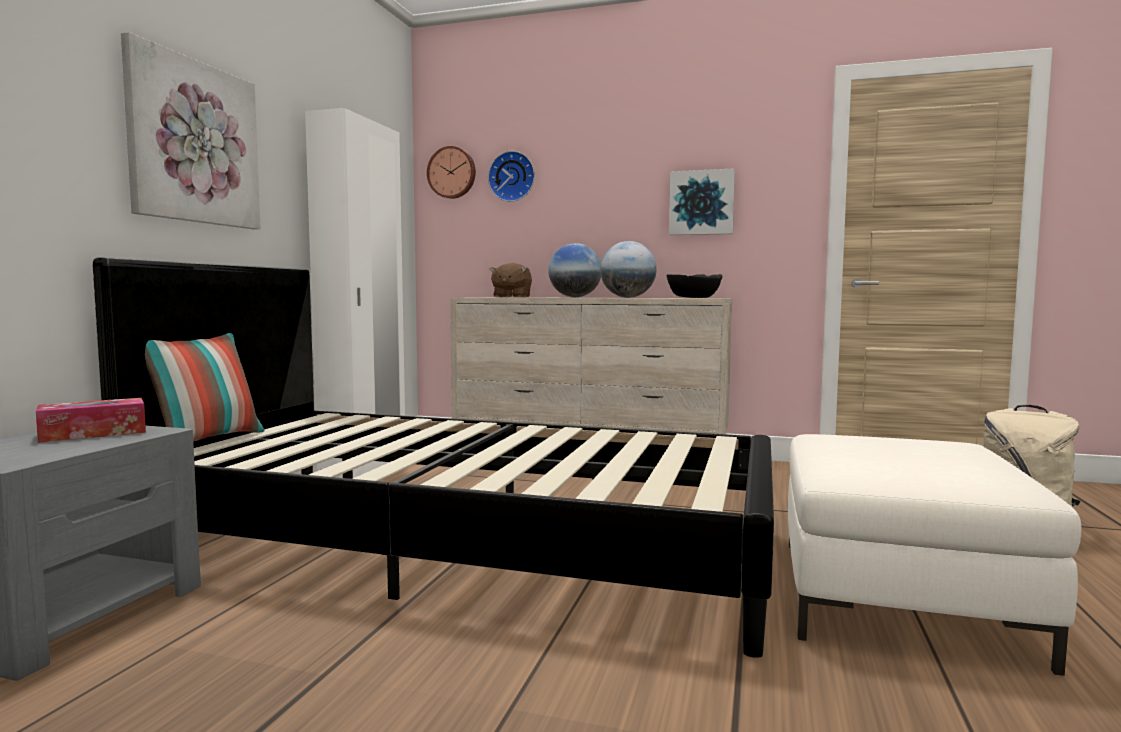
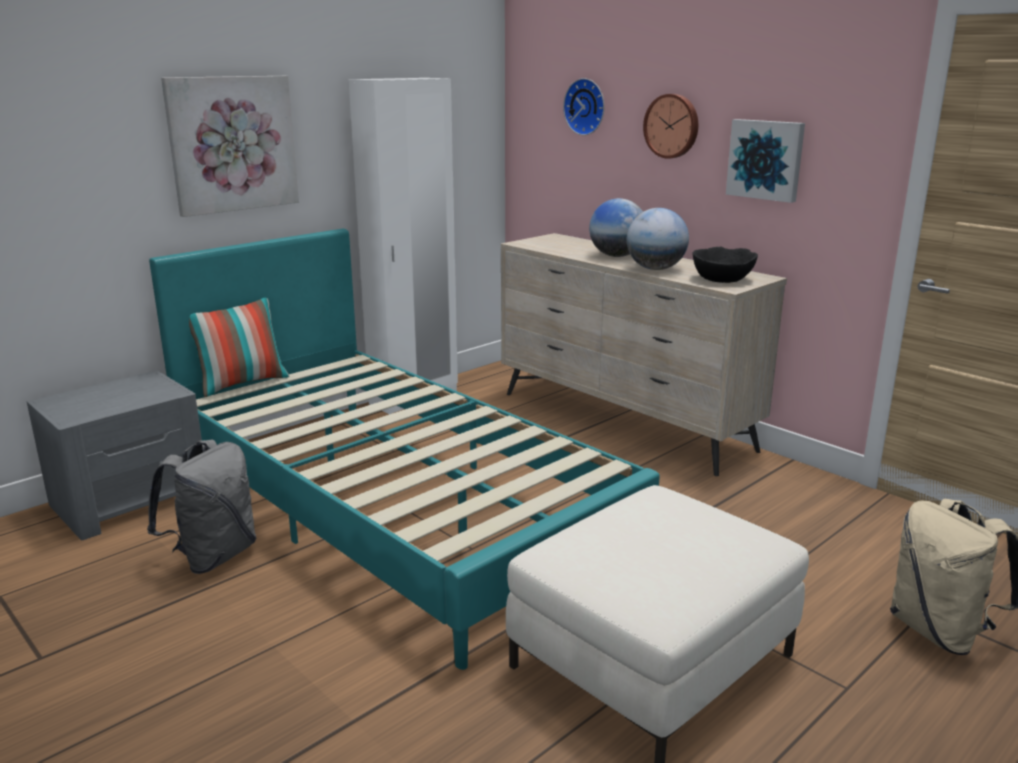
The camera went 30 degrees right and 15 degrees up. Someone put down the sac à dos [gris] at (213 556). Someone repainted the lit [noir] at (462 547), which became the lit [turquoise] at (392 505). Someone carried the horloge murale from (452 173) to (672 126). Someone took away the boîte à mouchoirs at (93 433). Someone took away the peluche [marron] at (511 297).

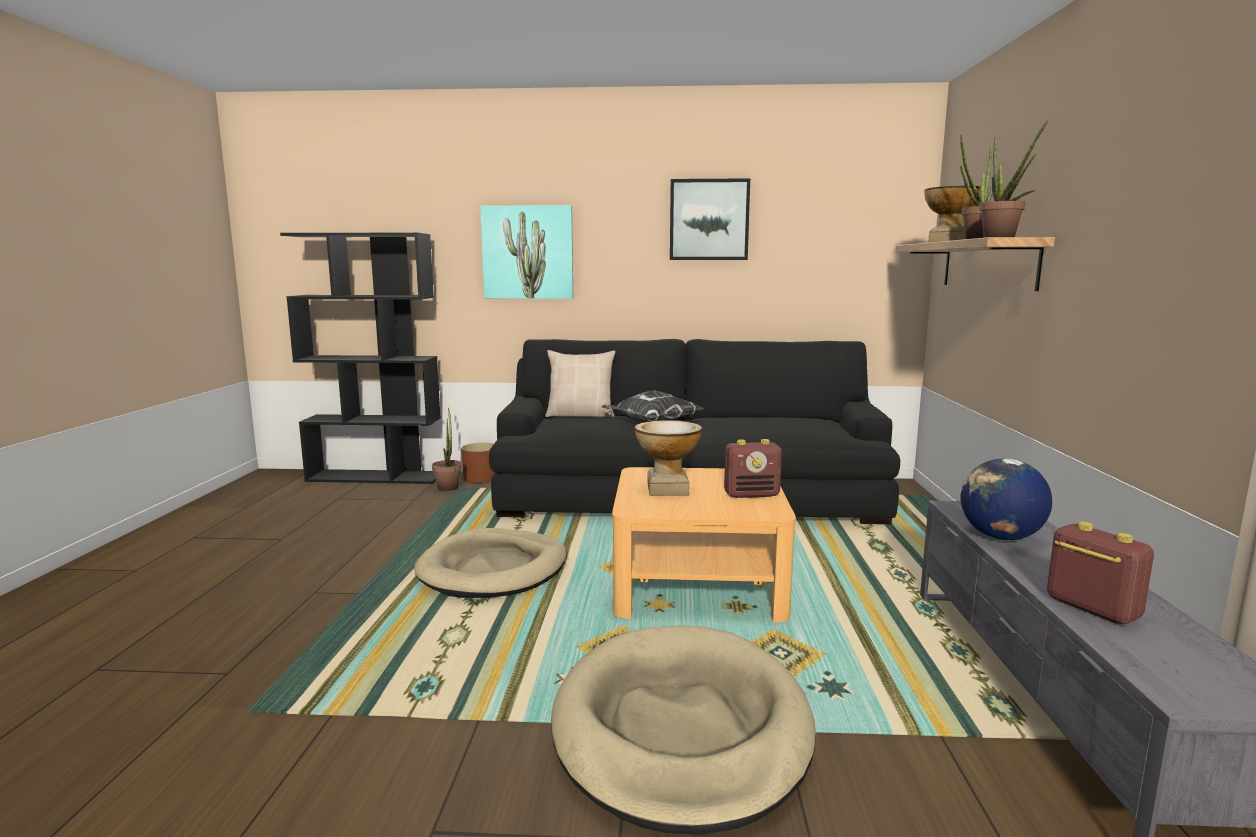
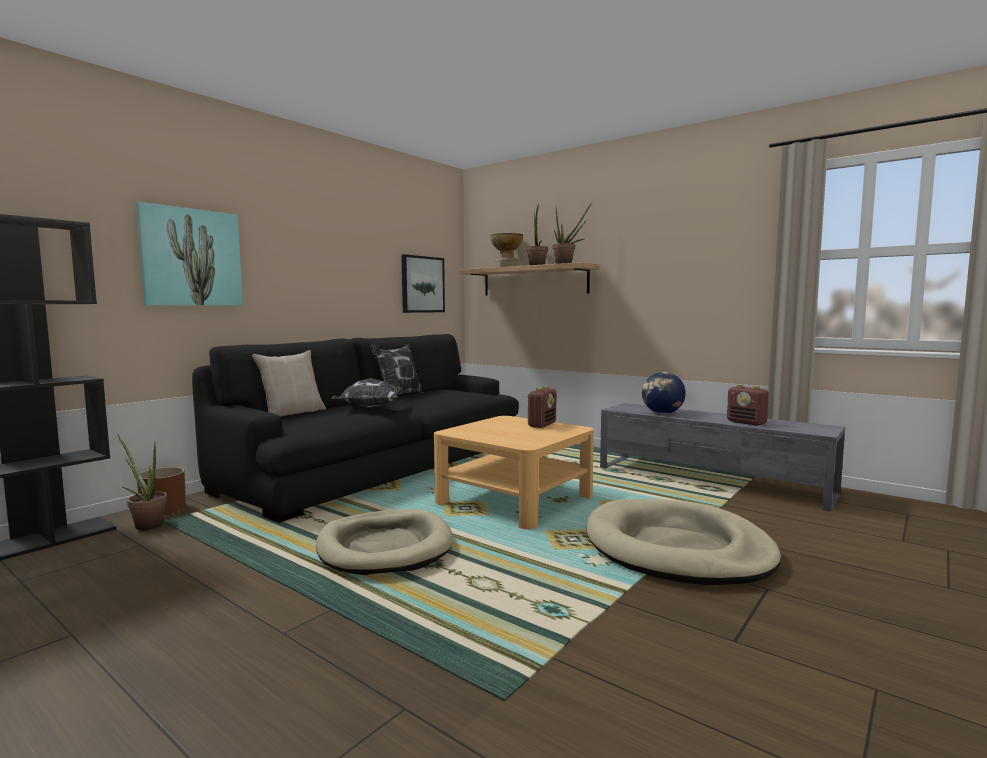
The camera went 55 degrees left and 5 degrees down. Someone put down the coussin at (398 396). Someone carried the tableau from (709 220) to (422 284). Someone rotated the radio at (1091 608) by 135 degrees counterclockwise. Someone took away the vase at (667 489).

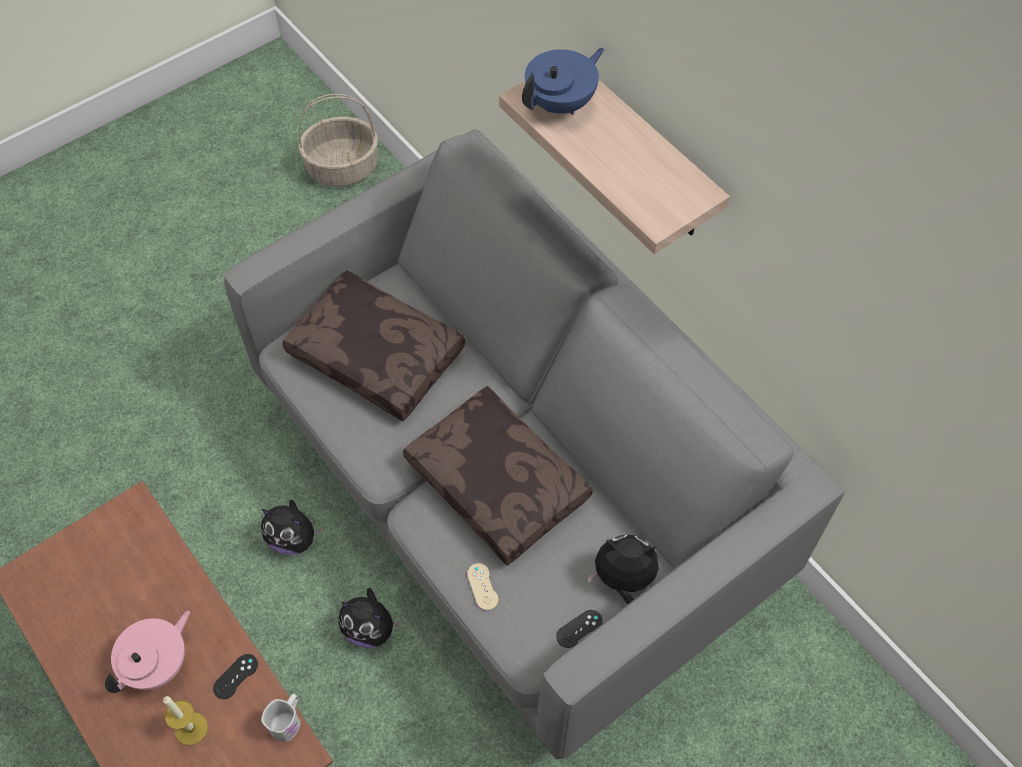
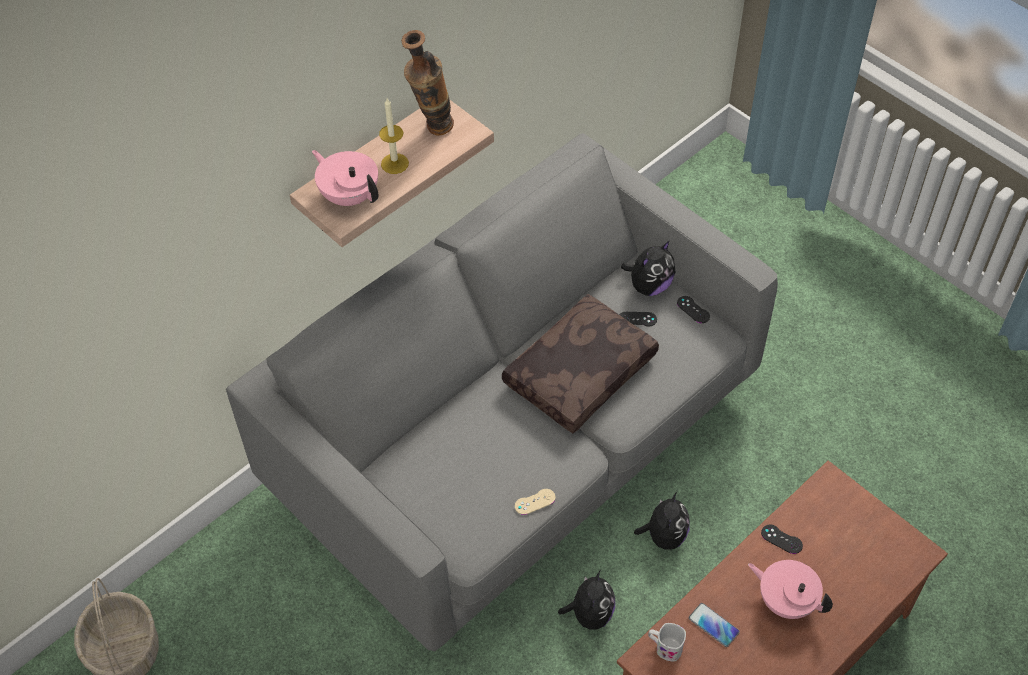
The camera went 95 degrees left and 5 degrees down. Someone repainted the théière [bleu] at (561 103), which became the théière [rose] at (349 195). Someone carried the bougie from (191 728) to (394 163). Someone put down the vase at (432 130). Someone carried the manette [beige] from (482 586) to (535 502). Someone put down the manette [noir] at (637 319). Someone rotated the peluche at (623 580) by 135 degrees counterclockwise. Someone carried the mug [blanc] from (288 721) to (664 647). Someone put down the téléphone at (713 625). Someone took away the coussin [marron] at (378 354).

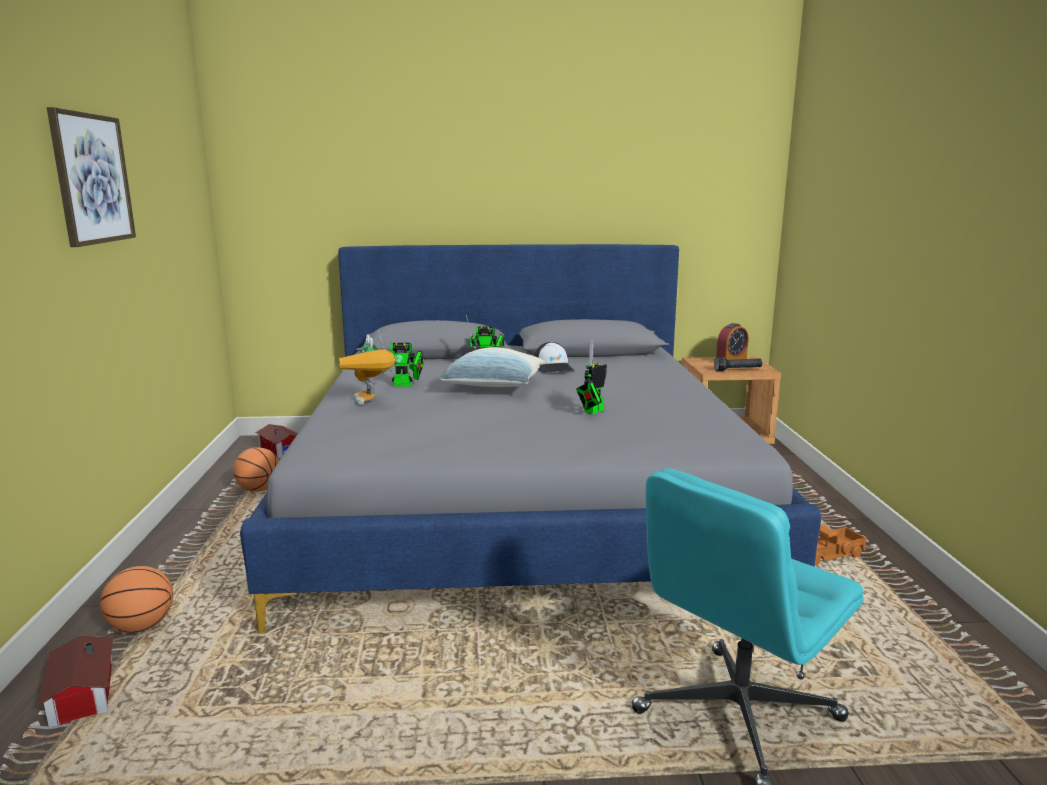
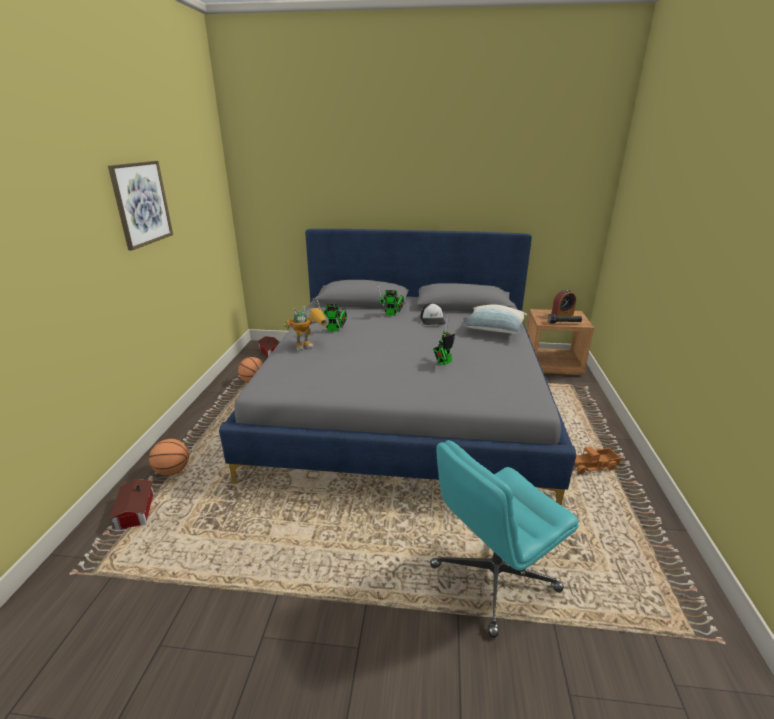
The camera went 10 degrees right and 10 degrees up. Someone rotated the robot jouet at (372 403) by 105 degrees counterclockwise. Someone carried the coussin from (493 387) to (494 329).

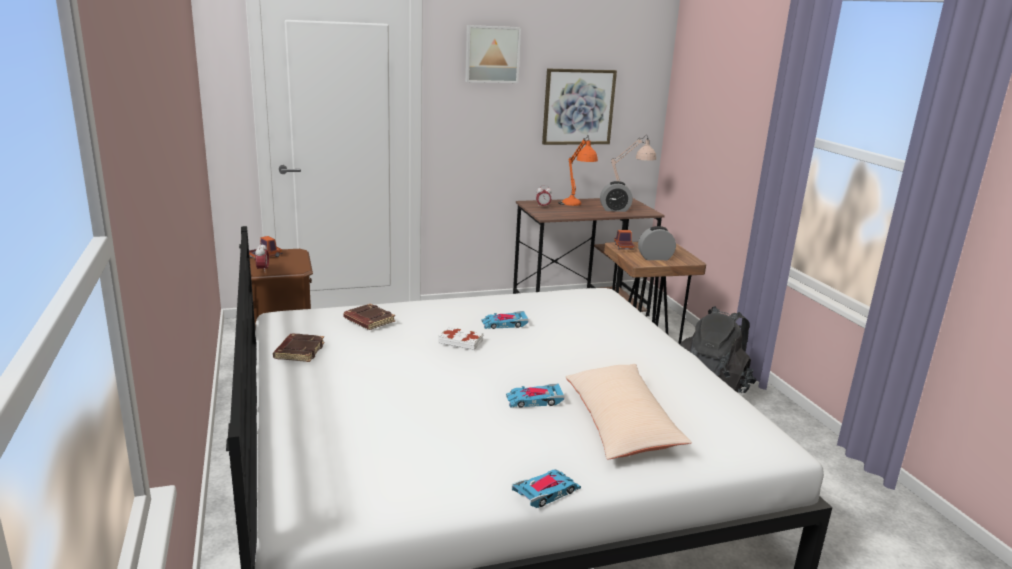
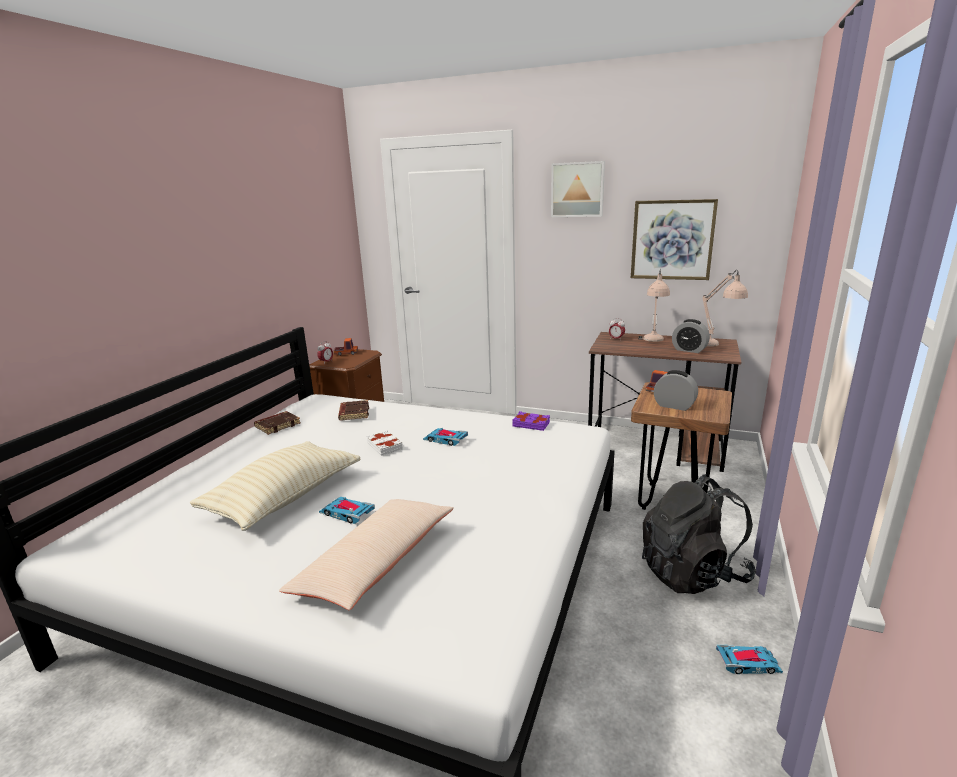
The camera went 40 degrees right and 0 degrees up. Someone put down the coussin [beige] at (284 498). Someone put down the livre [violet] at (531 424). Someone repainted the lampe de table [orange] at (576 205), which became the lampe de table [beige] at (652 342). Someone carried the petite voiture from (546 492) to (748 663).

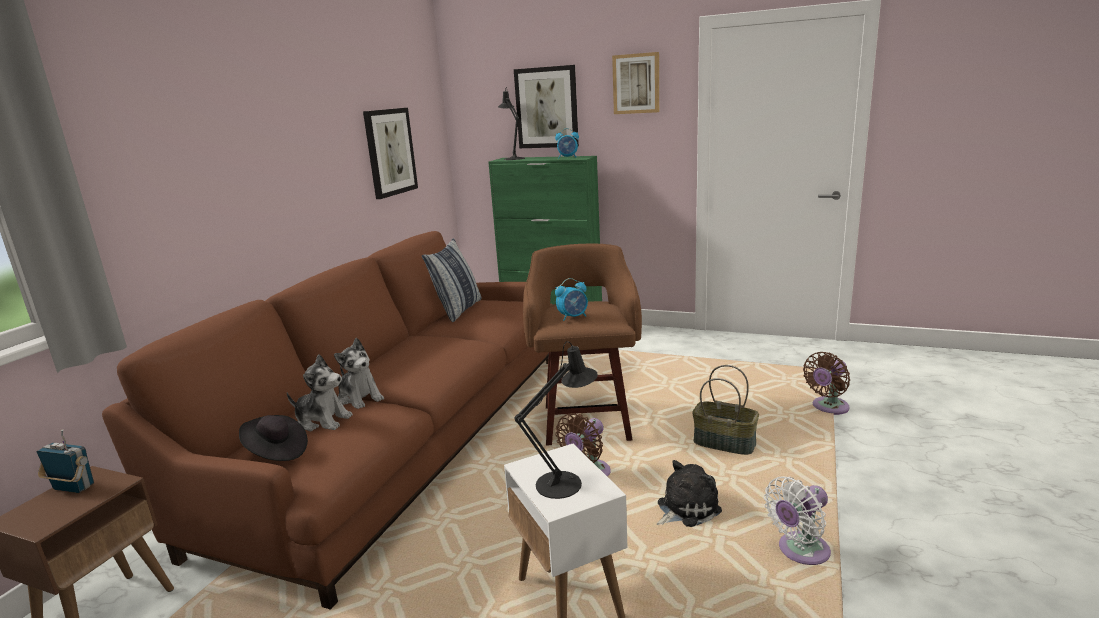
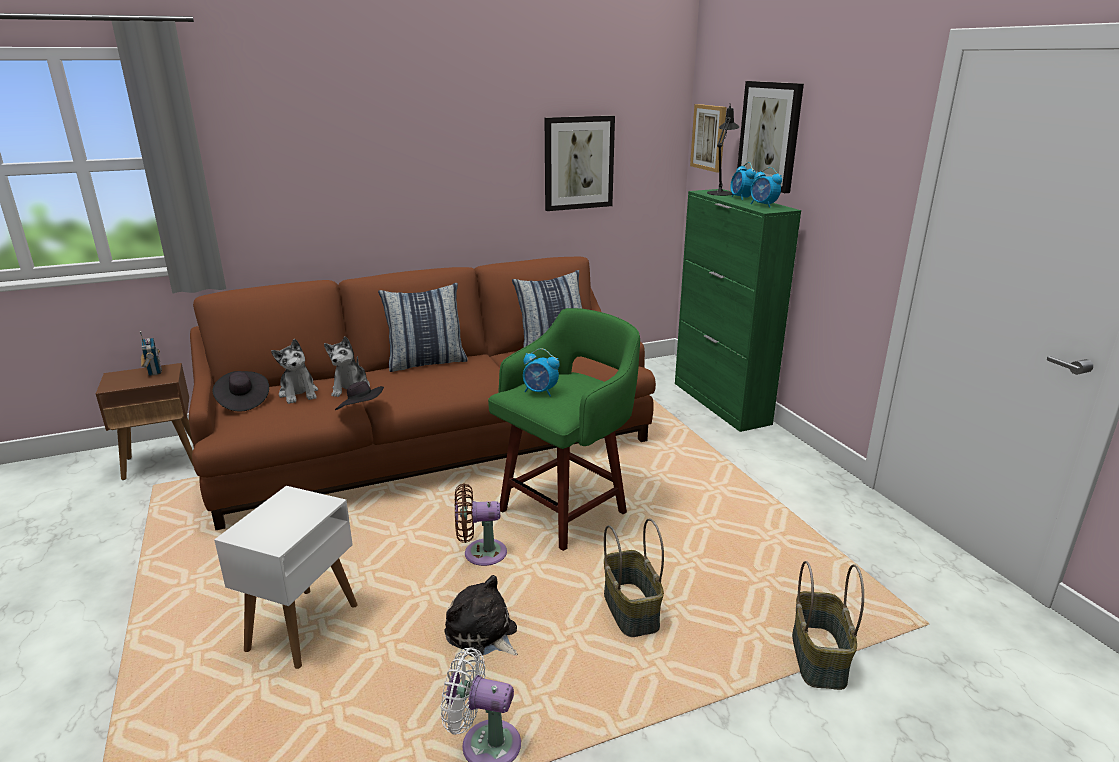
The camera went 45 degrees right and 5 degrees up. Someone put down the chapeau [noir] at (361 410). Someone put down the coussin at (426 362). Someone rotated the peluche at (685 509) by 150 degrees counterclockwise. Someone repainted the tabouret [marron] at (586 421), which became the tabouret [vert] at (566 510). Someone carried the tableau from (636 83) to (709 137). Someone put down the réveil at (741 198). Someone swapped the ventilateur [marron] at (828 407) for the panier at (820 658). Someone took away the lampe de table [noir] at (565 482).

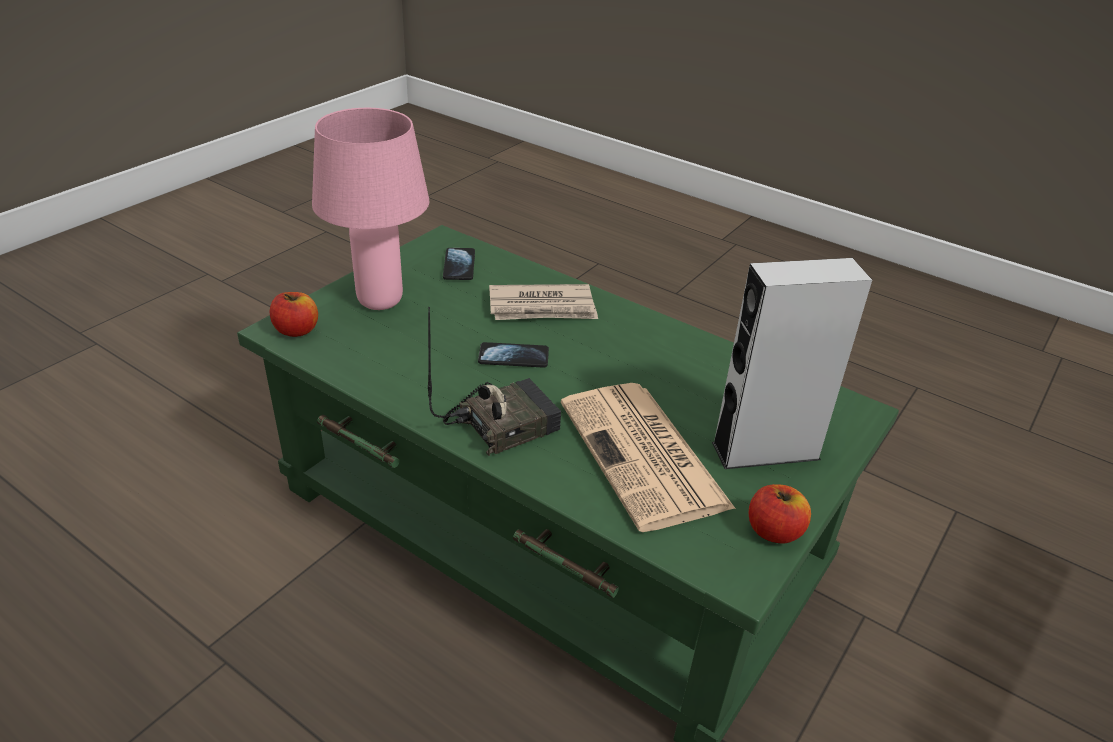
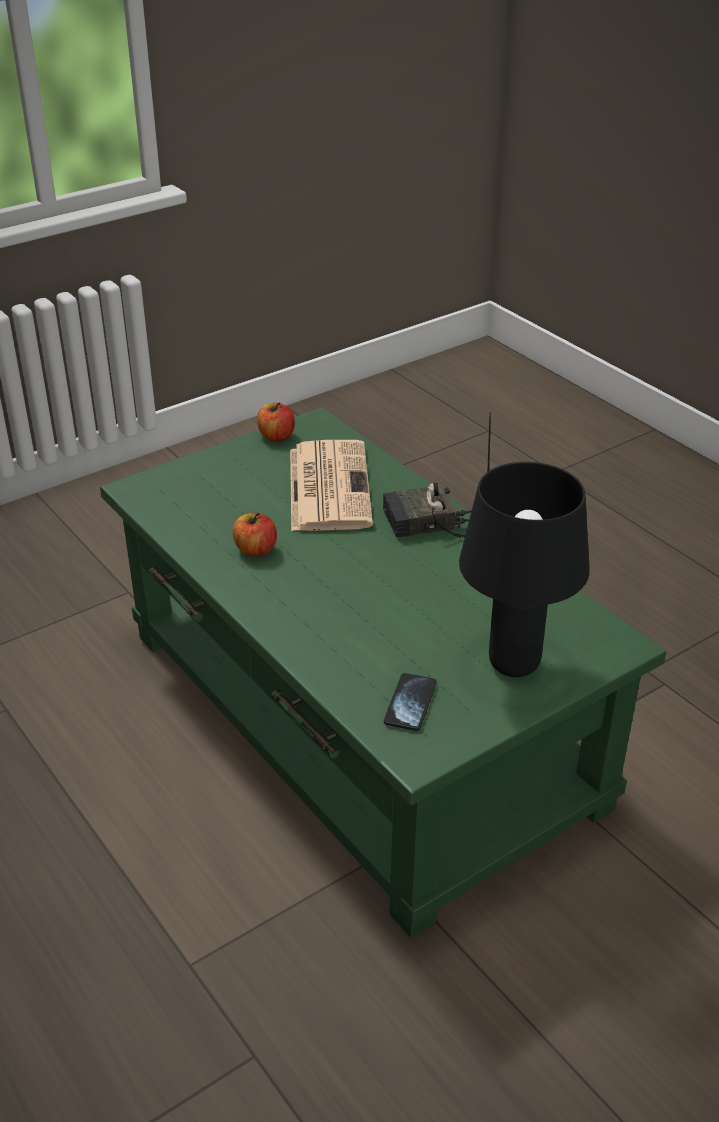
The camera went 160 degrees left and 0 degrees up. Someone carried the pomme from (296 330) to (255 550). Someone repainted the lampe de table [rose] at (379 302), which became the lampe de table [noir] at (515 663). Someone took away the téléphone at (513 357). Someone took away the journal at (543 307). Someone took away the enceinte [gris] at (765 451).

